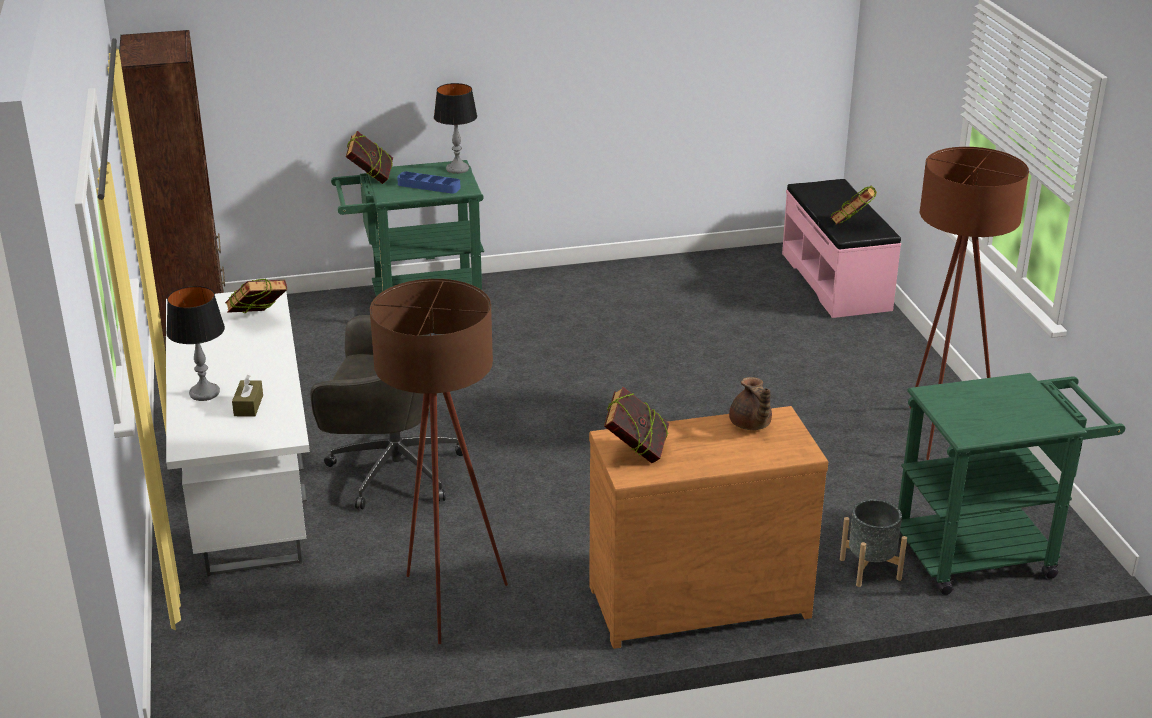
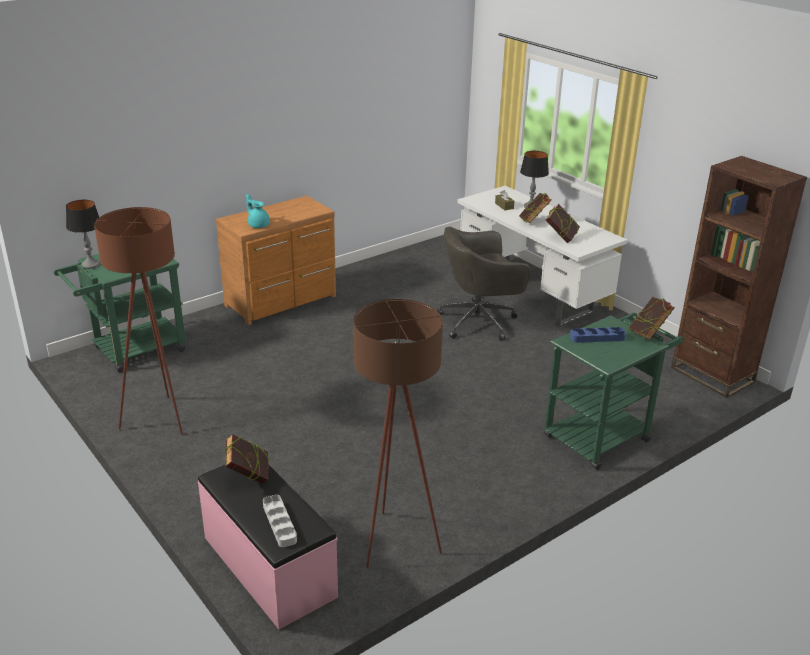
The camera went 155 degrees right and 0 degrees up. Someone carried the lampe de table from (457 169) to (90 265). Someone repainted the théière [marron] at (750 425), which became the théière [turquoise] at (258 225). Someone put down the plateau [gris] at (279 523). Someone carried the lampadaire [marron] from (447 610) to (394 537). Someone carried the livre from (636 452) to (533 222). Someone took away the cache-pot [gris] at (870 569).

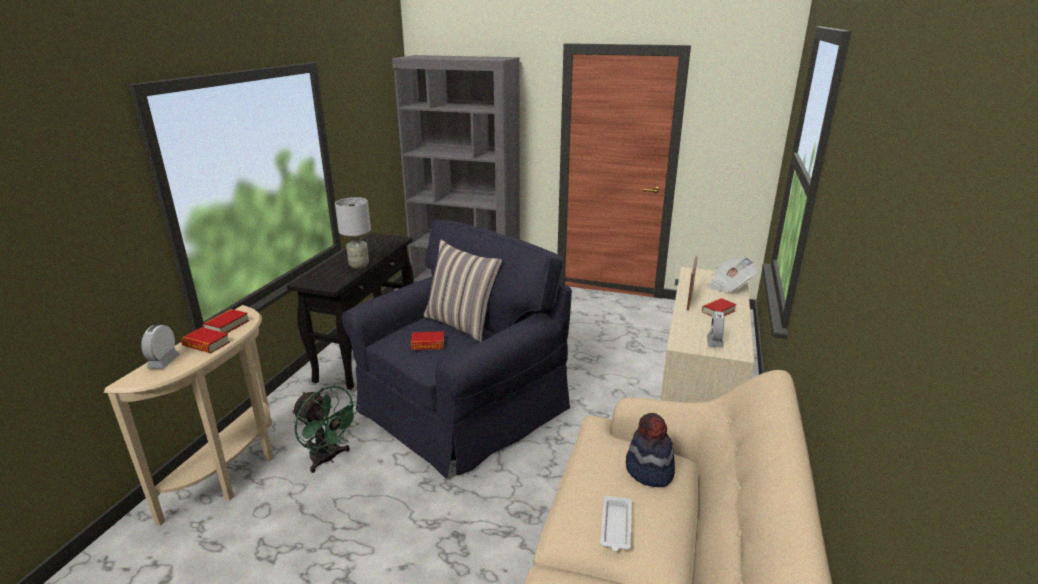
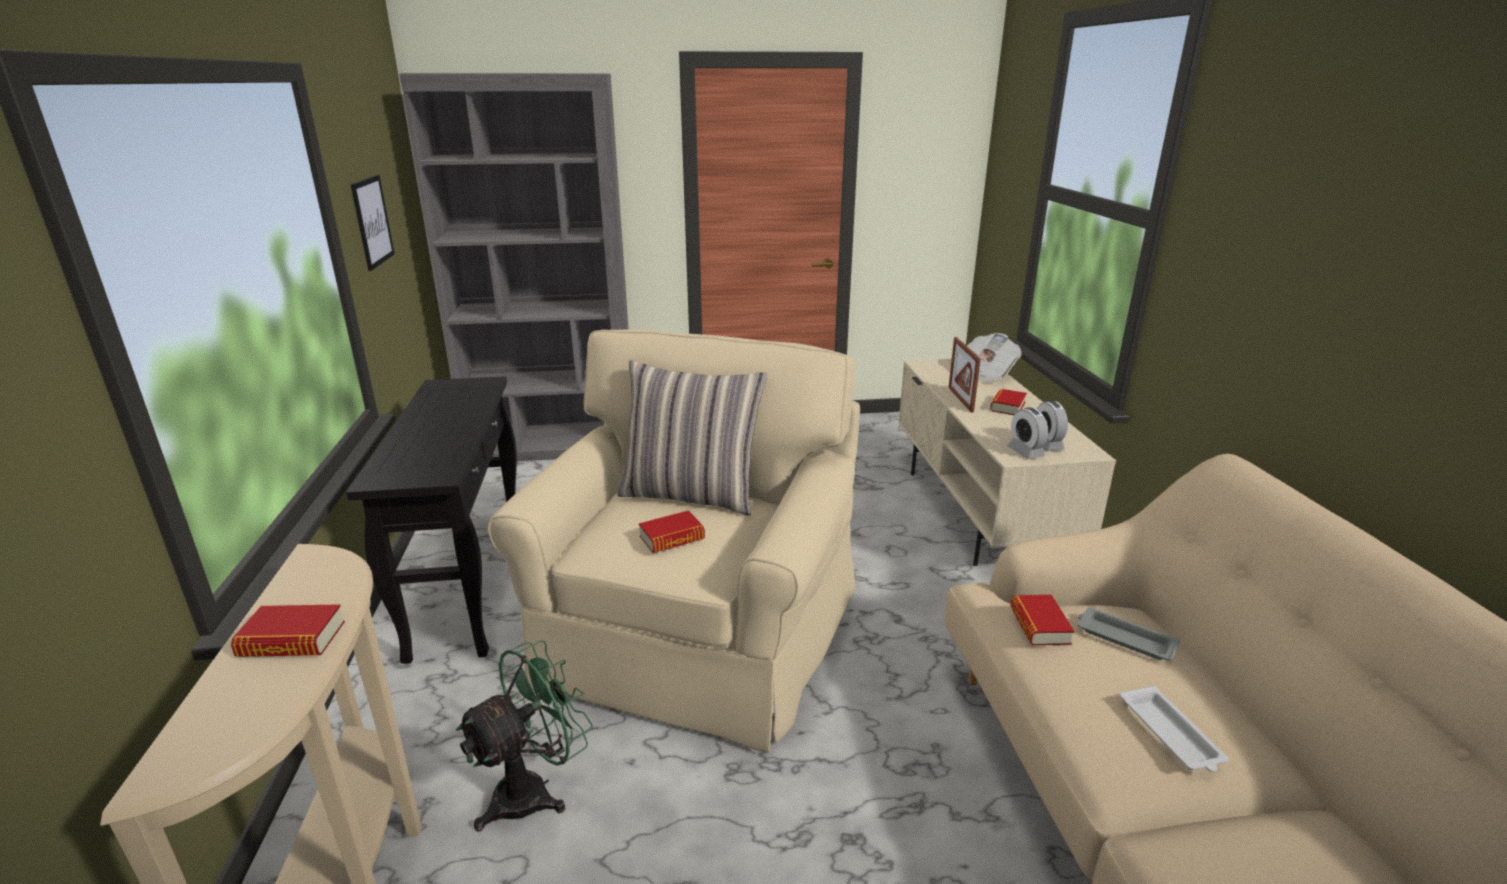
The camera went 25 degrees left and 0 degrees up. Someone put up the tableau at (372 221). Someone rotated the ventilateur [vert] at (328 459) by 60 degrees counterclockwise. Someone repainted the fauteuil [noir] at (459 408), which became the fauteuil [beige] at (694 635). Someone carried the réveil from (164 362) to (1025 452). Someone carried the livre from (227 326) to (1039 625). Someone swapped the chapeau at (649 471) for the plateau [gris] at (1123 638). Someone took away the lampe de table [gris] at (359 265).

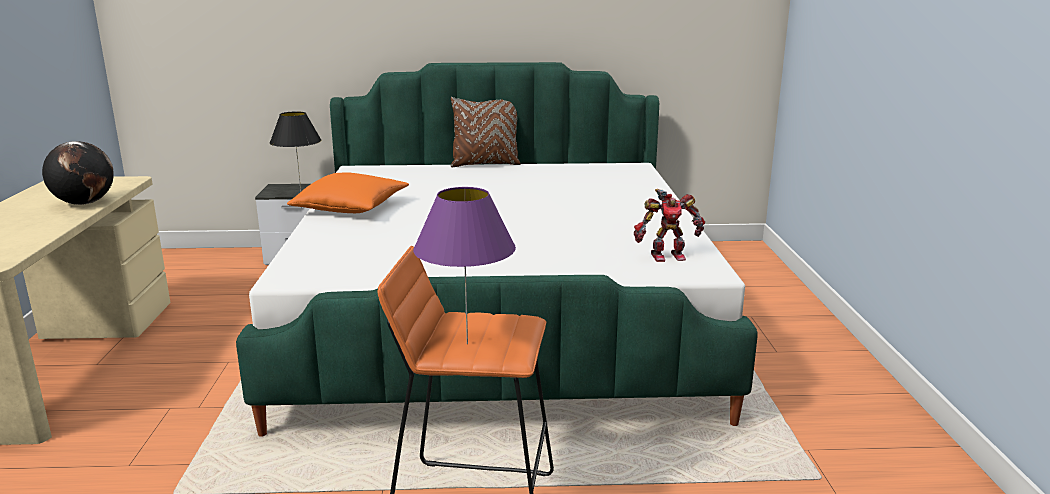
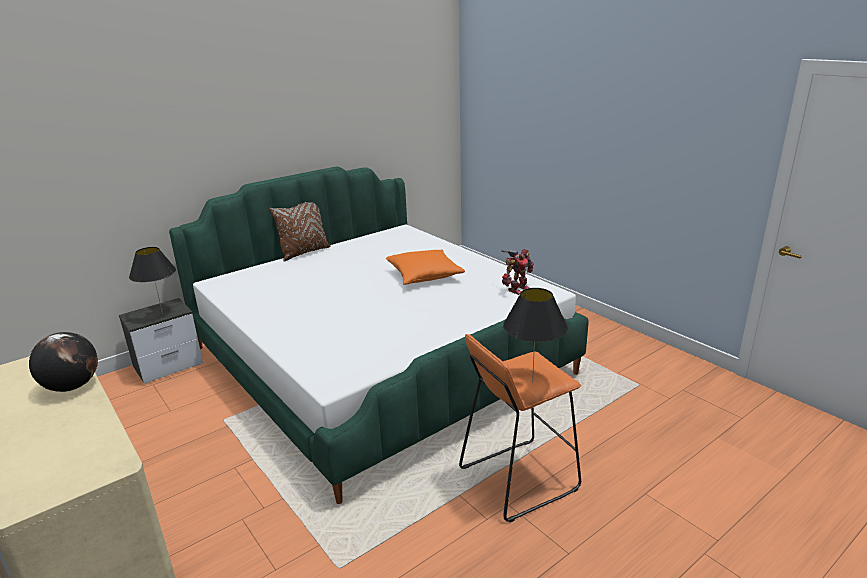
The camera went 35 degrees left and 5 degrees up. Someone carried the coussin [orange] from (351 208) to (424 276). Someone repainted the lampe de table [violet] at (467 344), which became the lampe de table [noir] at (532 382).

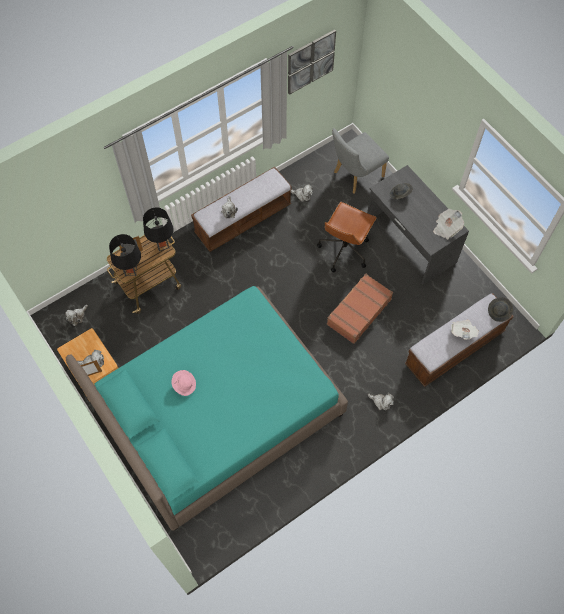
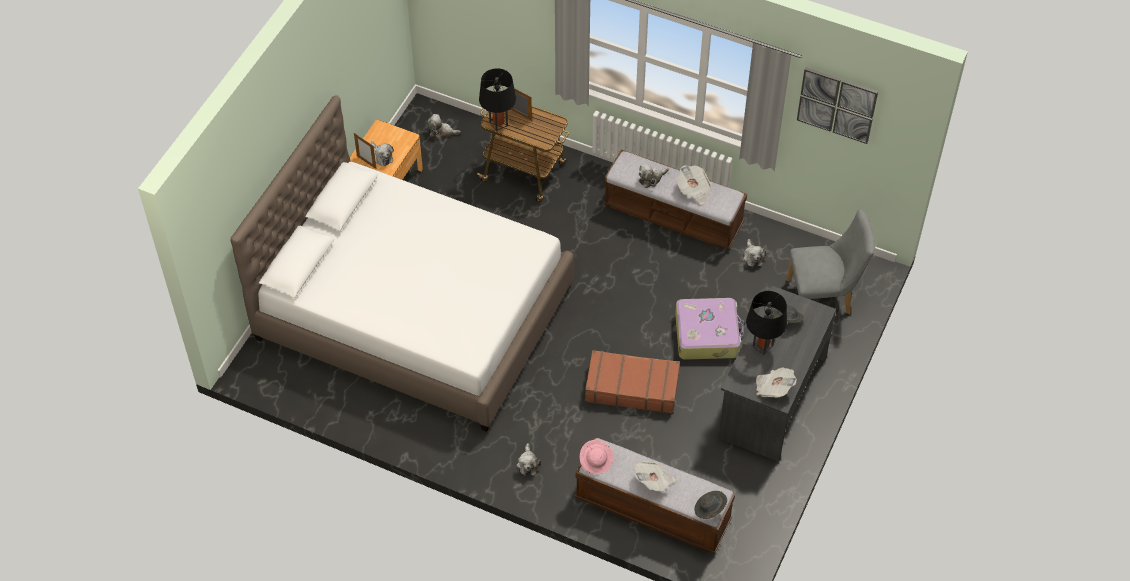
The camera went 60 degrees right and 10 degrees down. Someone repainted the lit [turquoise] at (218 411), which became the lit [blanc] at (414 312). Someone carried the chapeau [rose] from (184 384) to (596 461). Someone swapped the chaise de bureau [marron] at (344 250) for the valise at (707 334). Someone put down the journal at (694 191). Someone carried the lampe de table [noir] from (162 245) to (762 346). Someone rotated the chaise [gris] at (355 175) by 150 degrees clockwise.

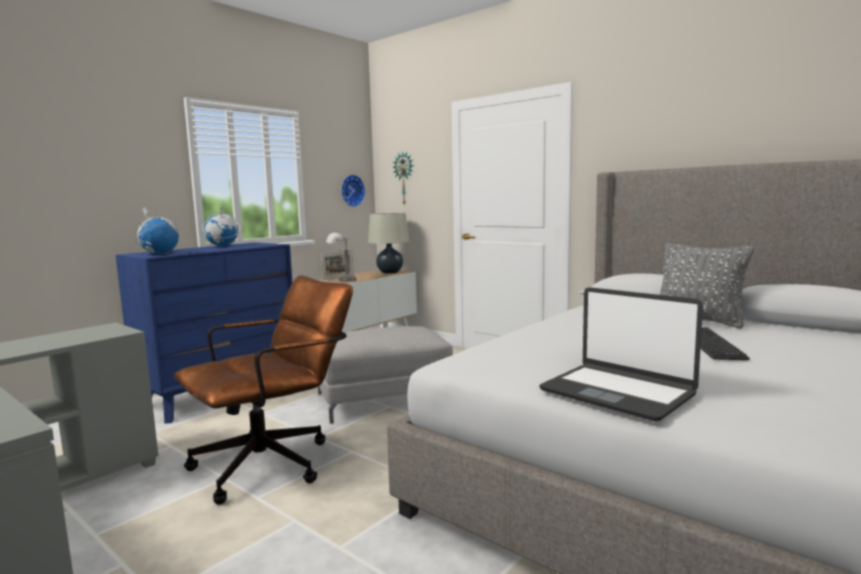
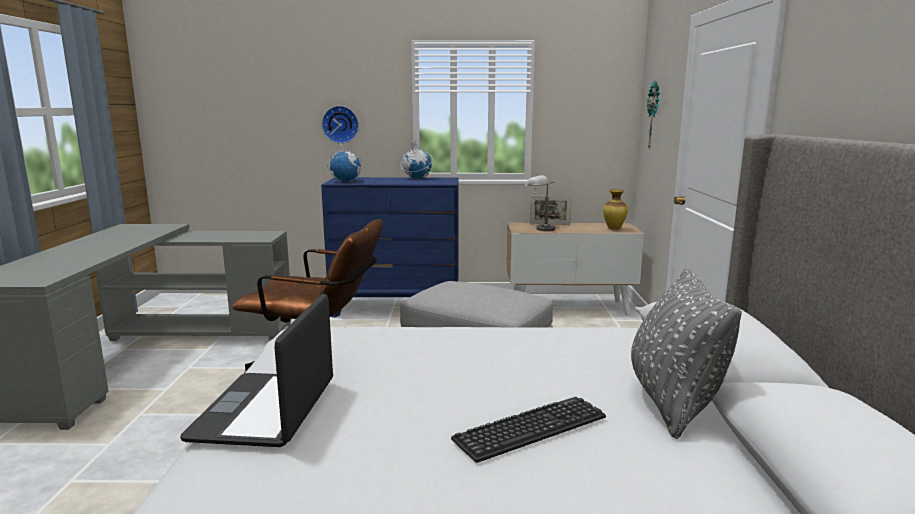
The camera went 50 degrees right and 5 degrees up. Someone carried the horloge murale from (351 190) to (340 124). Someone swapped the lampe de table [beige] at (390 272) for the vase at (613 229).

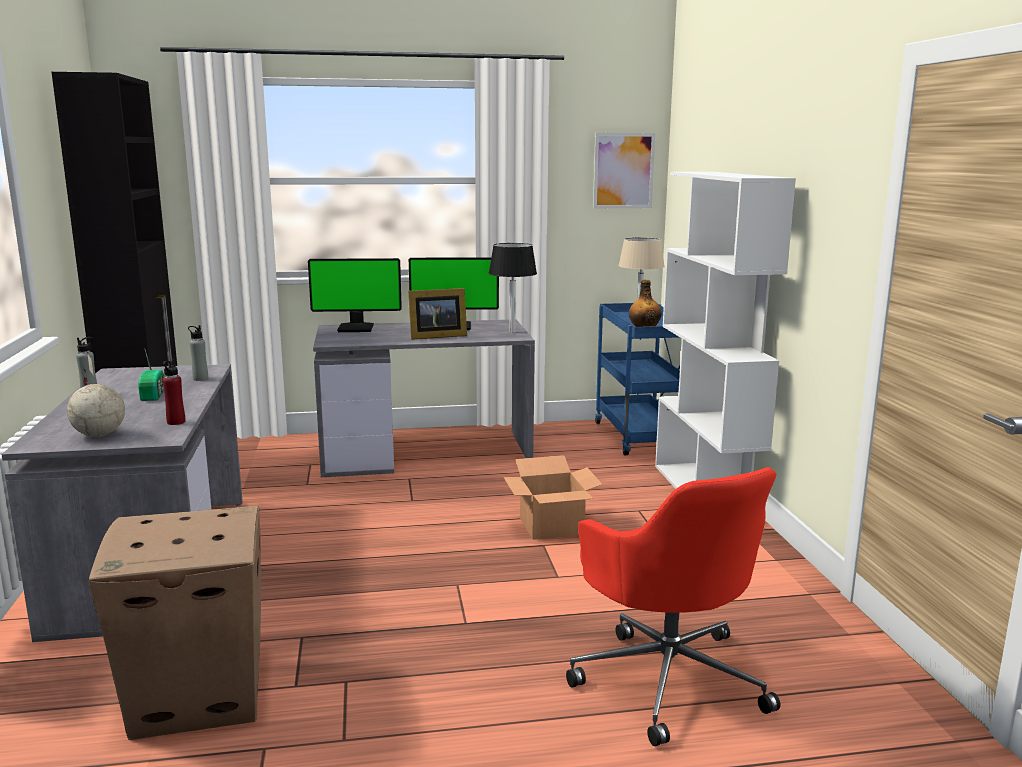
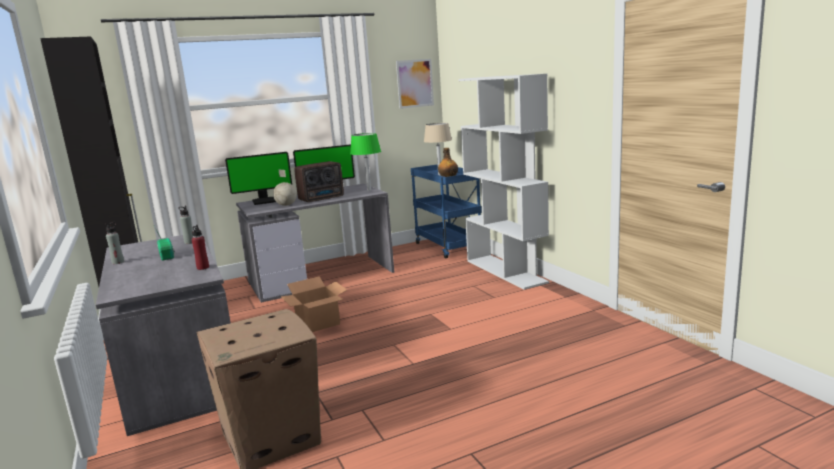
The camera went 15 degrees left and 0 degrees up. Someone carried the globe from (100 435) to (286 205). Someone carried the carton from (552 526) to (318 323). Someone swapped the cadre photo at (435 336) for the radio at (322 198). Someone repainted the lampe de table [noir] at (512 332), which became the lampe de table [vert] at (369 190). Someone took away the chaise de bureau [rouge] at (668 677).

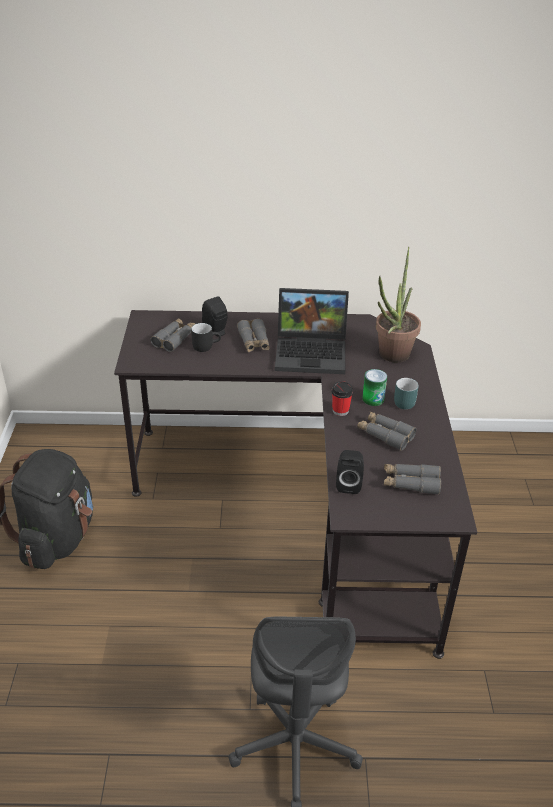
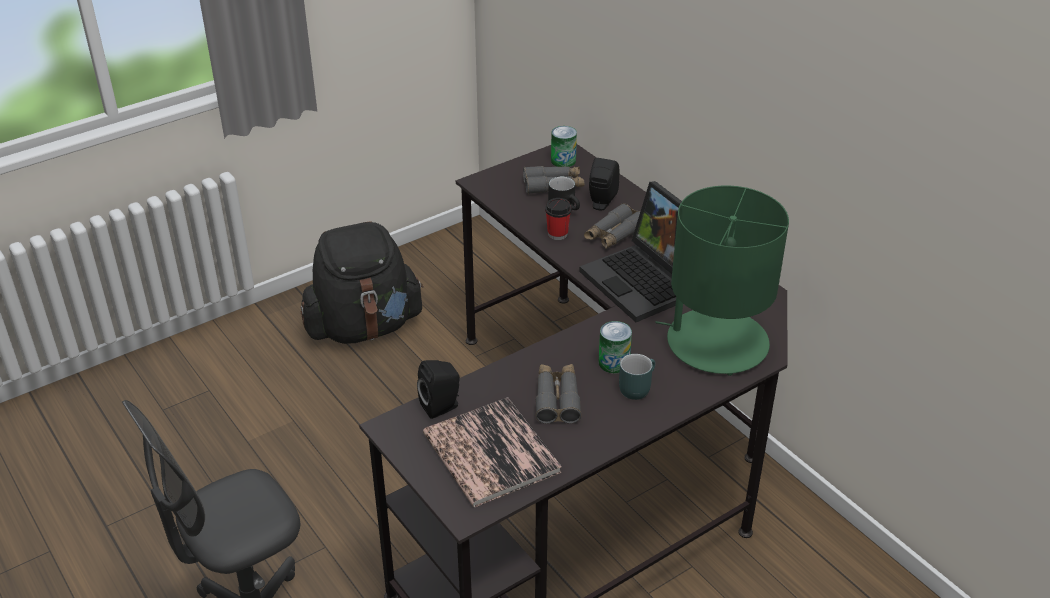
The camera went 55 degrees right and 0 degrees up. Someone swapped the jumelles [gris] at (410 483) for the livre at (491 453). Someone carried the tasse from (340 410) to (557 234). Someone put down the boîte métallique at (563 161). Someone swapped the plante en pot at (390 357) for the lampe de table [vert] at (715 342).

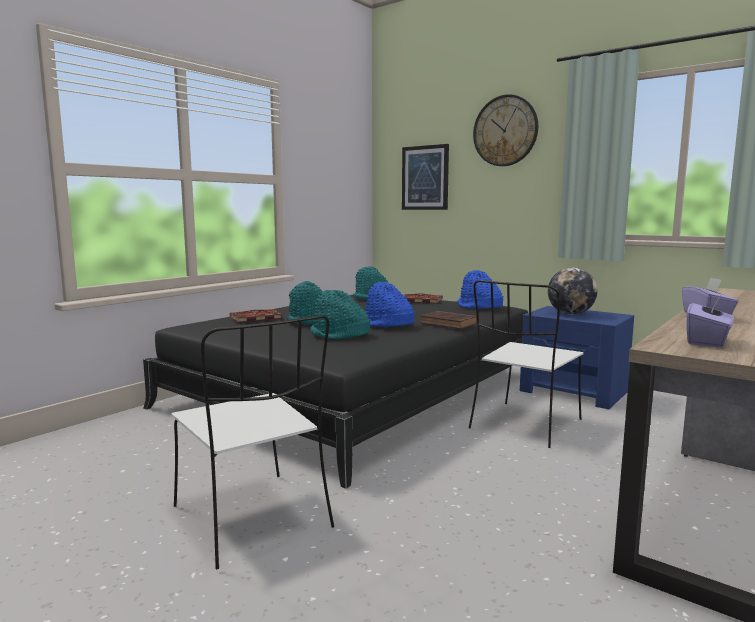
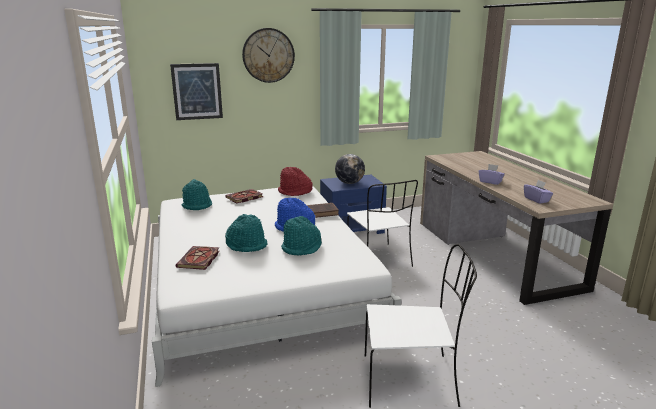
The camera went 55 degrees left and 10 degrees up. Someone repainted the lit [noir] at (358 390), which became the lit [blanc] at (259 282). Someone repainted the chapeau [bleu] at (479 307), which became the chapeau [rouge] at (295 192).

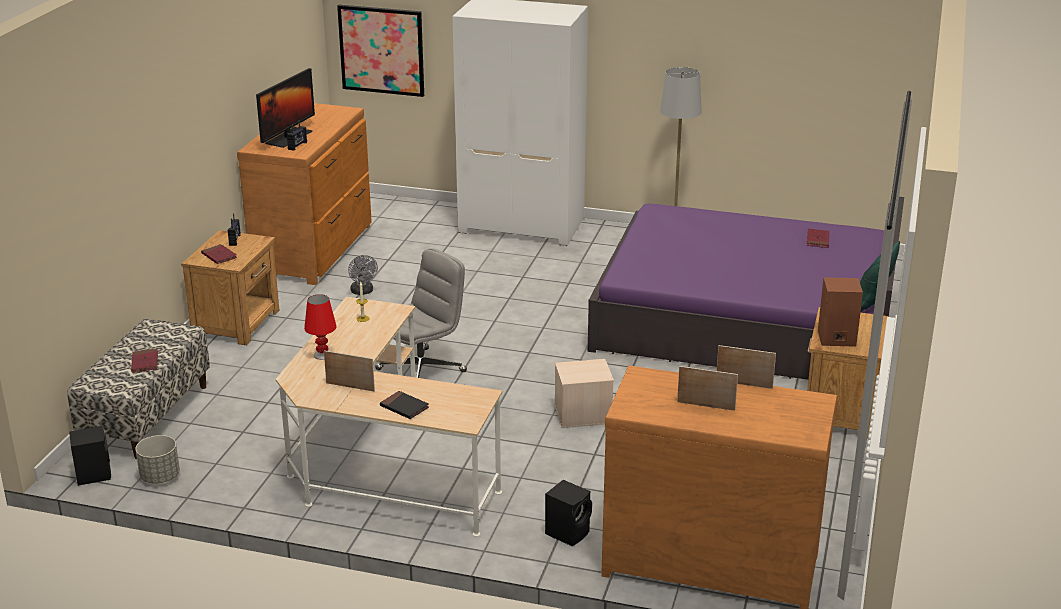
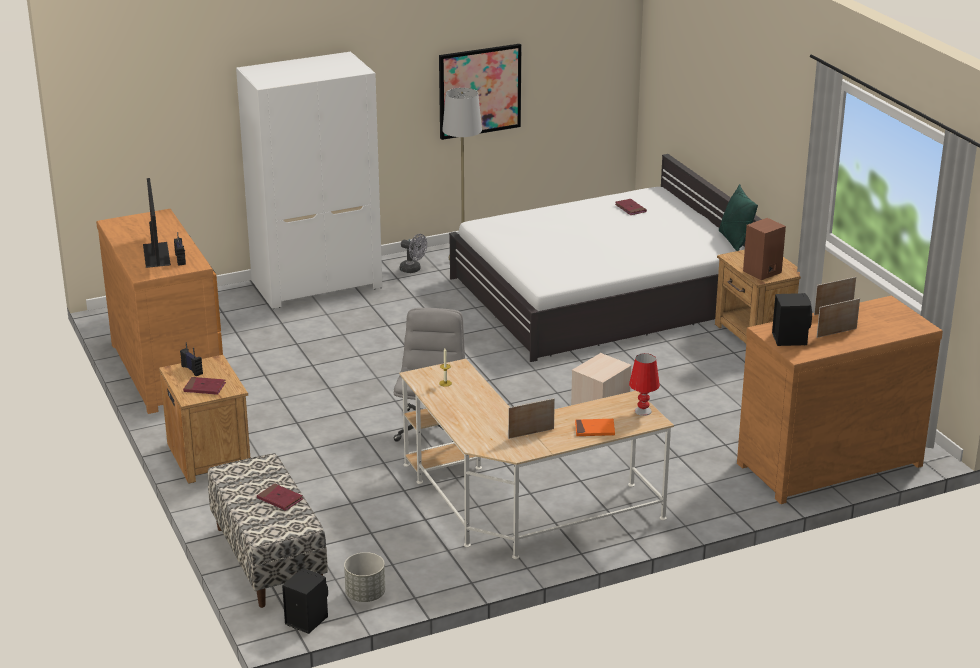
The camera went 40 degrees left and 0 degrees up. Someone carried the ventilateur [gris] from (363 292) to (413 270). Someone carried the tableau from (381 50) to (479 91). Someone repainted the lit [violet] at (746 320), which became the lit [blanc] at (603 295). Someone repainted the livre [noir] at (404 407), which became the livre [orange] at (594 430). Someone carried the lampe de table [rouge] from (322 355) to (643 411). Someone carried the enceinte [noir] from (568 532) to (789 338).

